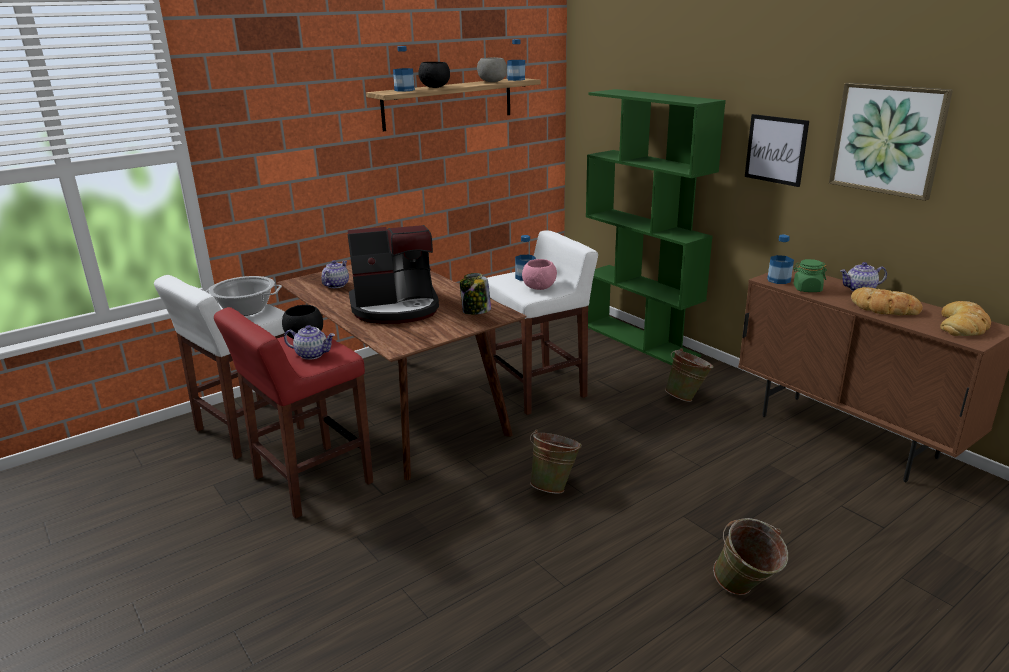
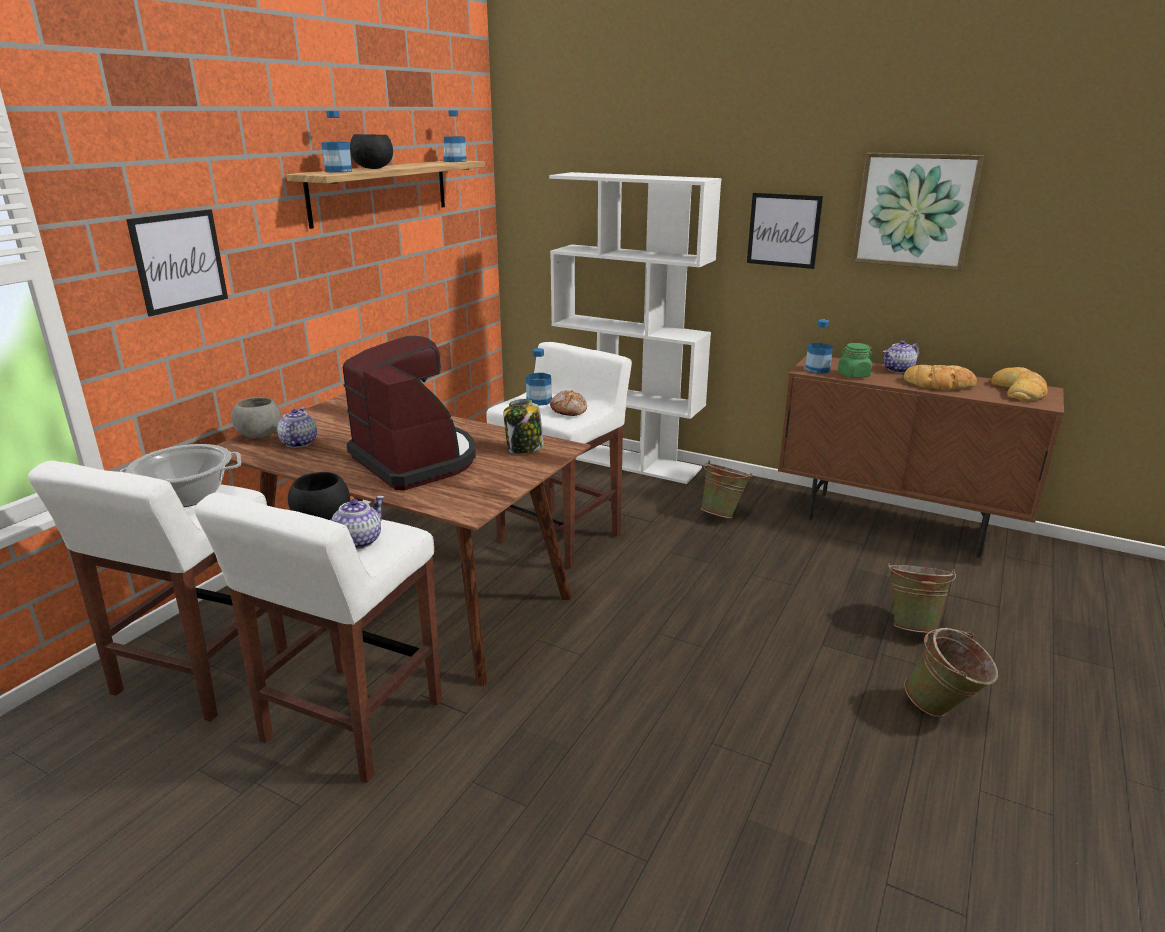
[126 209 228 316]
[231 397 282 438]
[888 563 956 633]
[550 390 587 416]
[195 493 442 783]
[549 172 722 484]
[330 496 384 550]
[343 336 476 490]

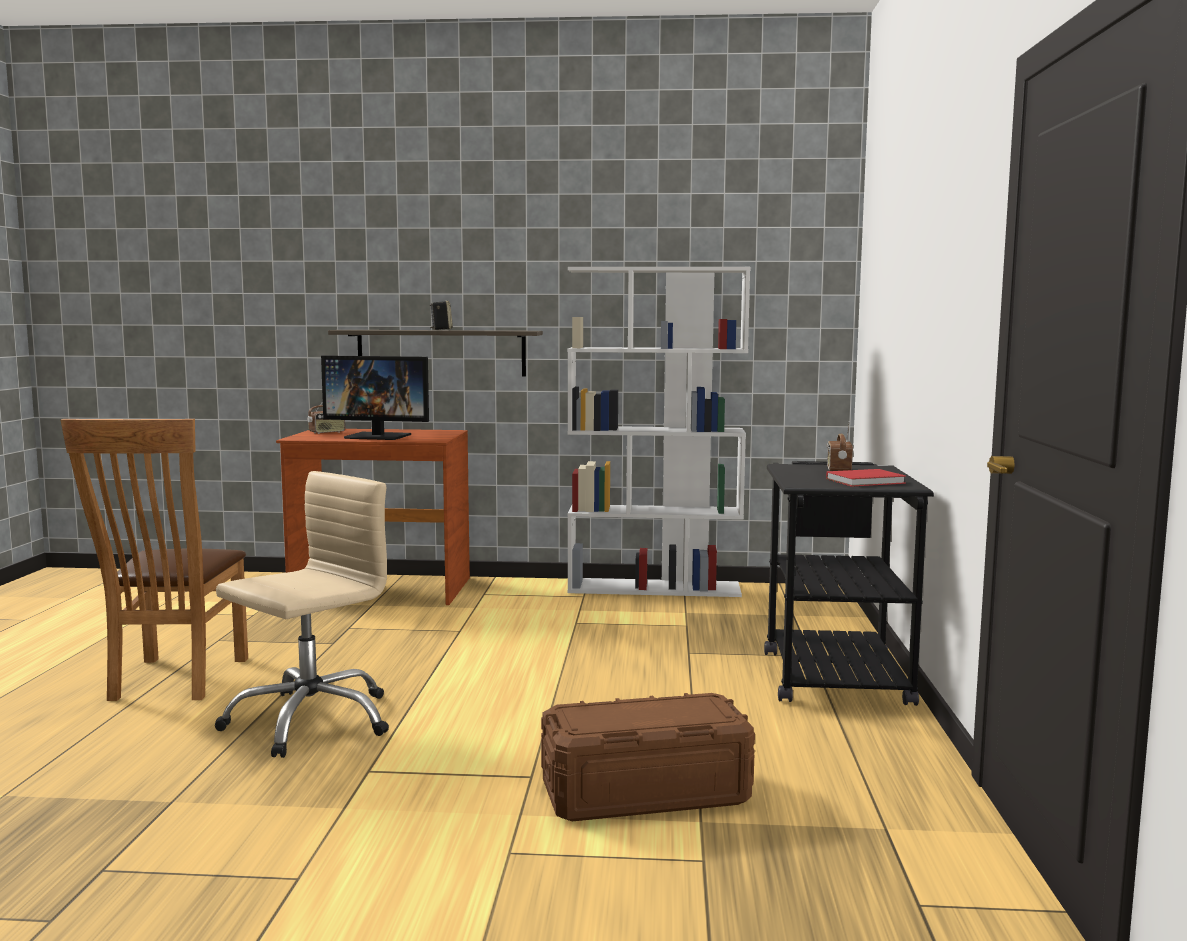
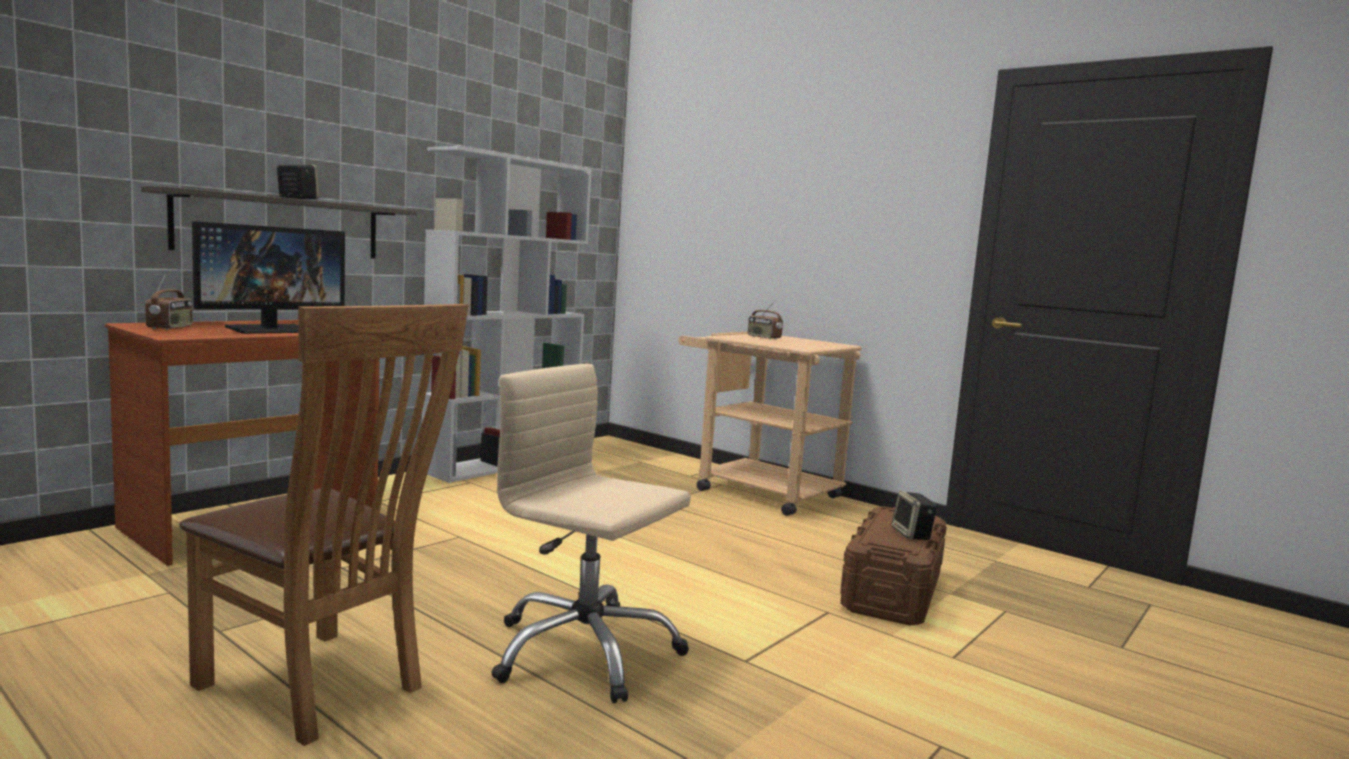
[826 469 906 487] (first image)
[891 491 937 540]
[678 332 862 516]
[491 364 691 704]

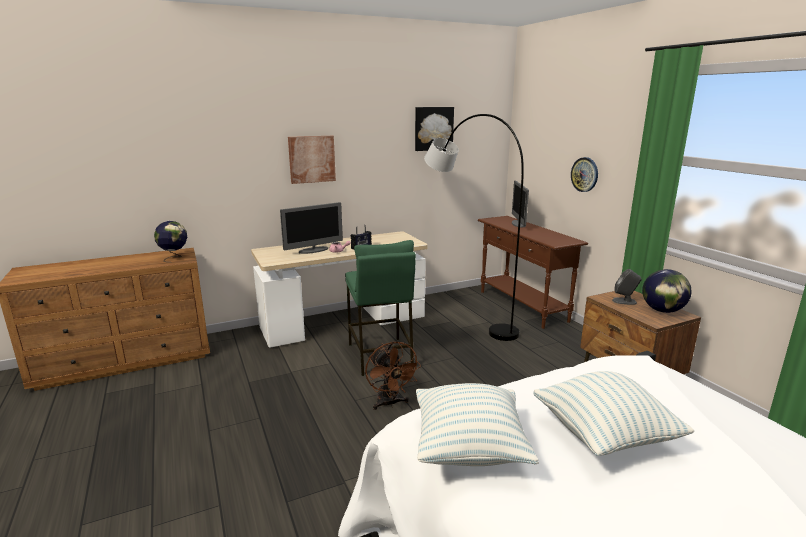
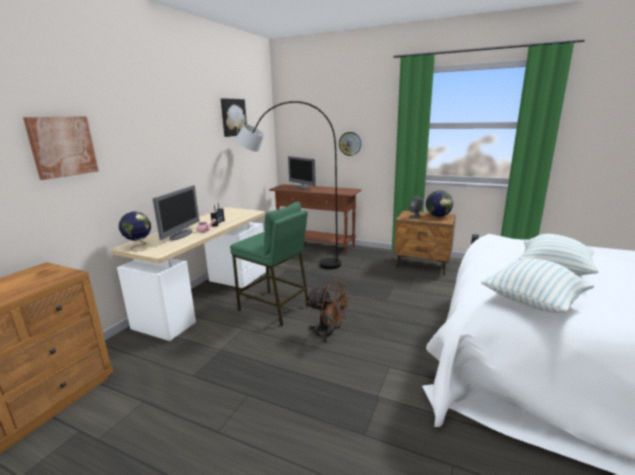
[119 211 151 251]
[23 116 99 180]

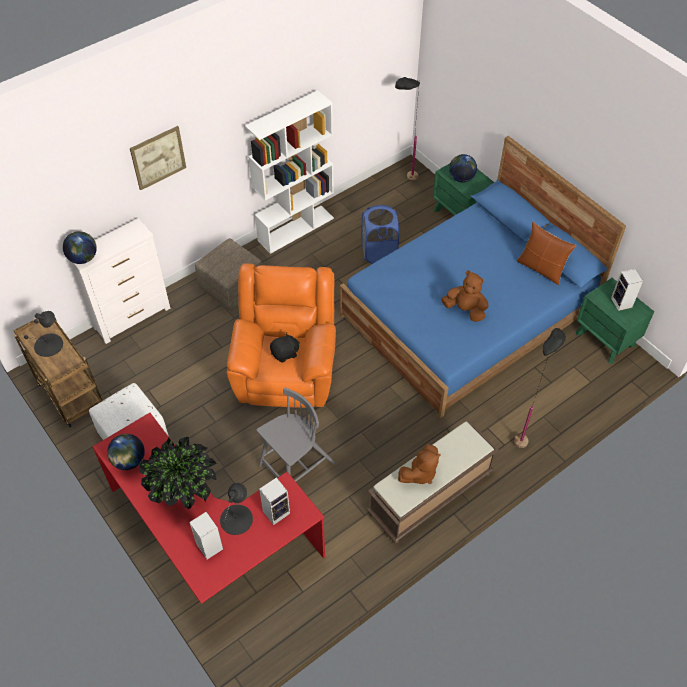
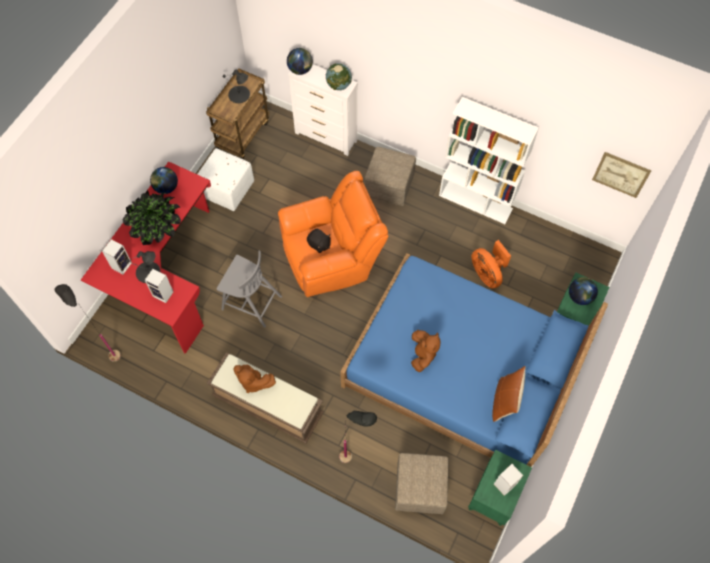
[326 63 352 90]
[395 453 449 514]
[592 152 652 198]
[55 284 121 362]
[472 240 511 288]

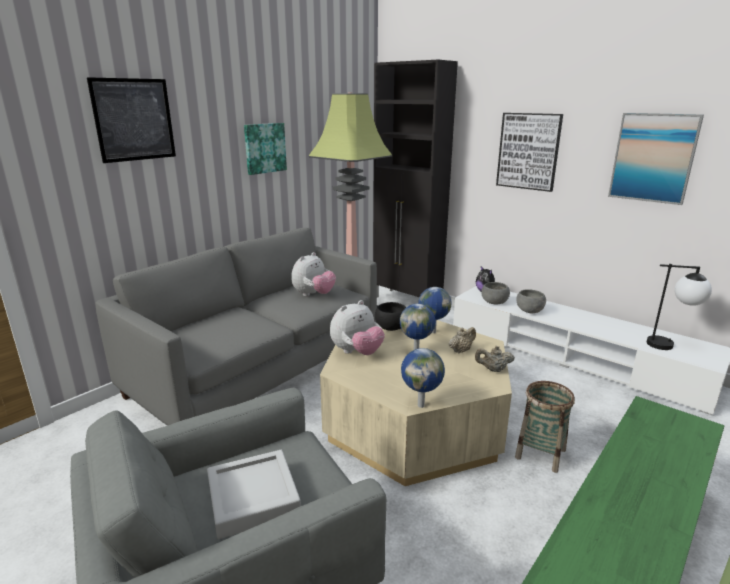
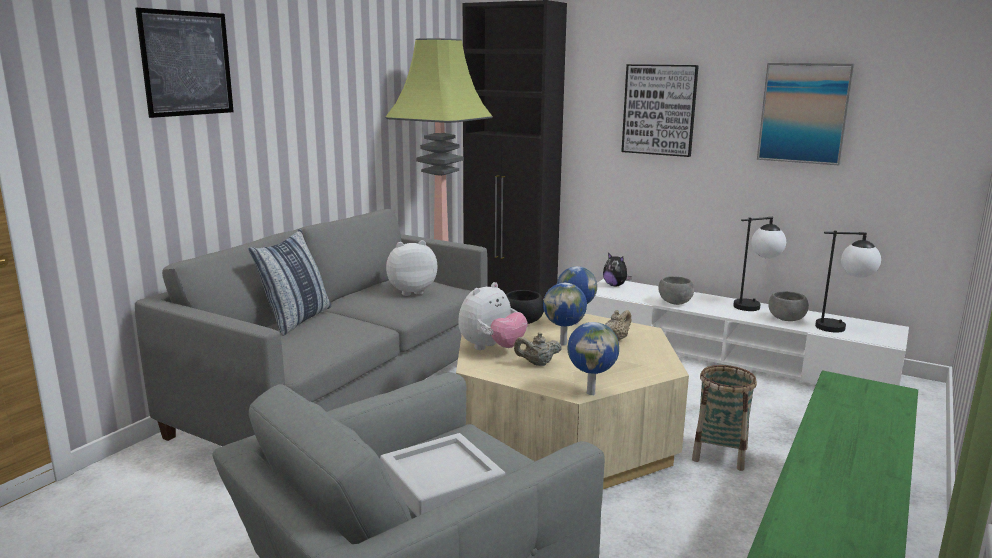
[244 123 287 175] (first image)
[248 229 331 336]
[733 217 786 311]
[514 332 562 366]
[768 291 809 321]
[386 240 438 296]

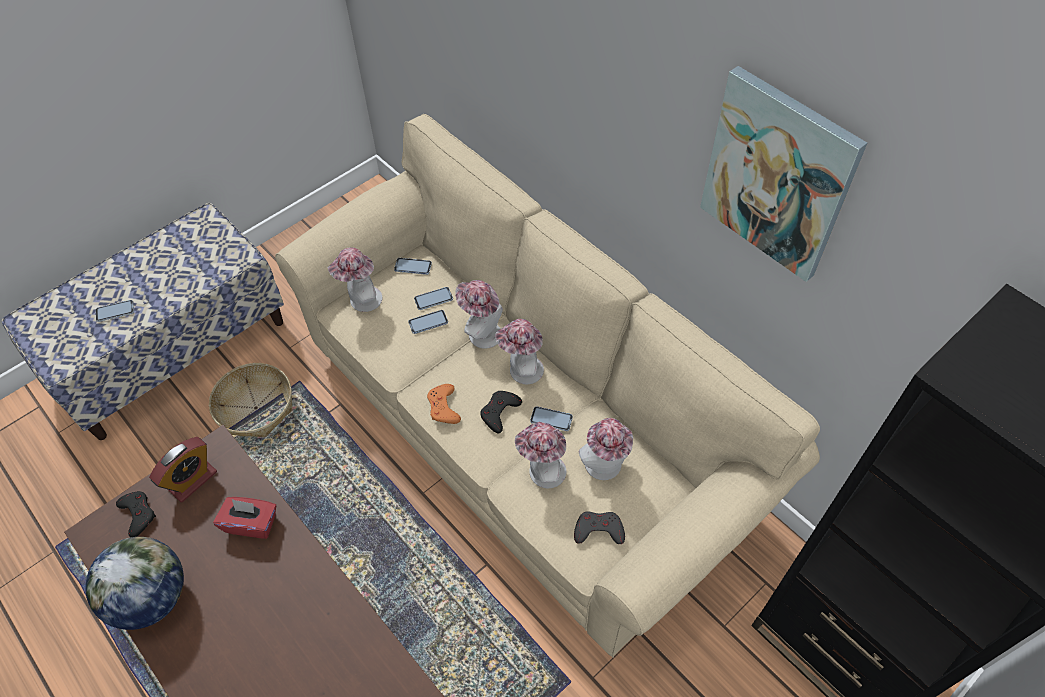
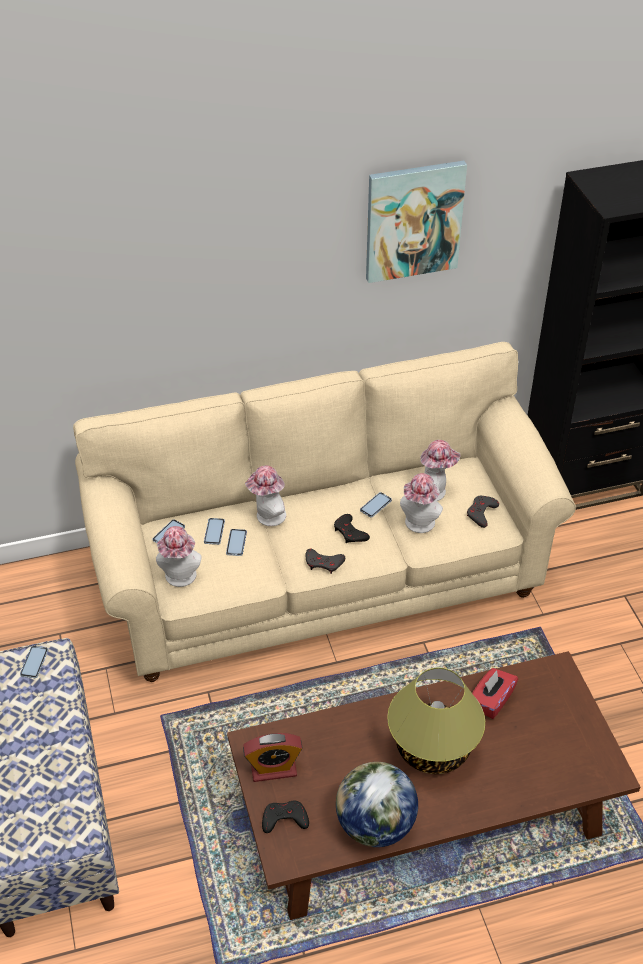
[209 363 293 437] (first image)
[495 319 544 384] (first image)
[387 667 485 774]
[20 646 48 678]
[472 668 518 719]
[306 548 345 574]
[243 733 303 782]

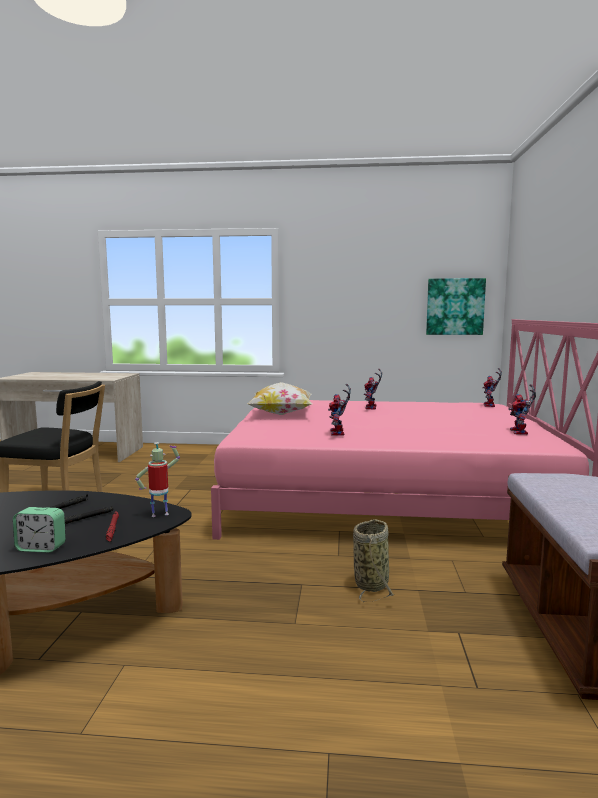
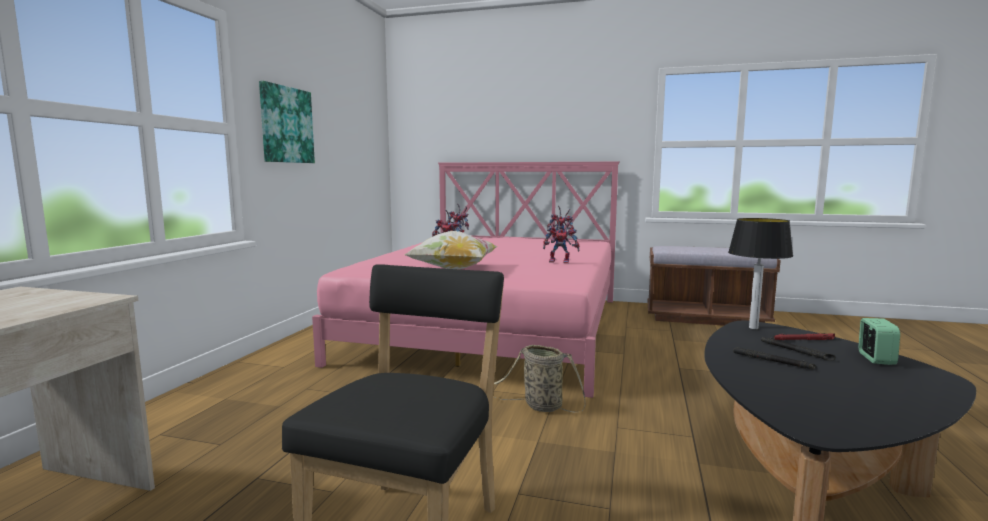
[493 345 585 412]
[259 81 315 163]
[728 218 793 329]

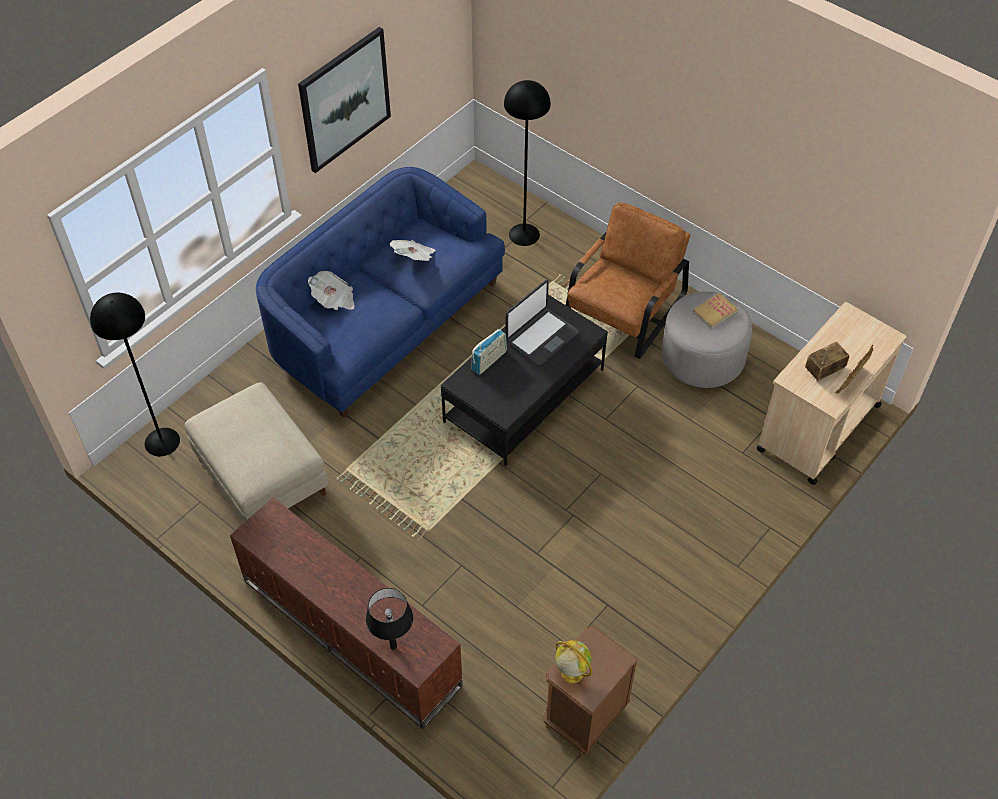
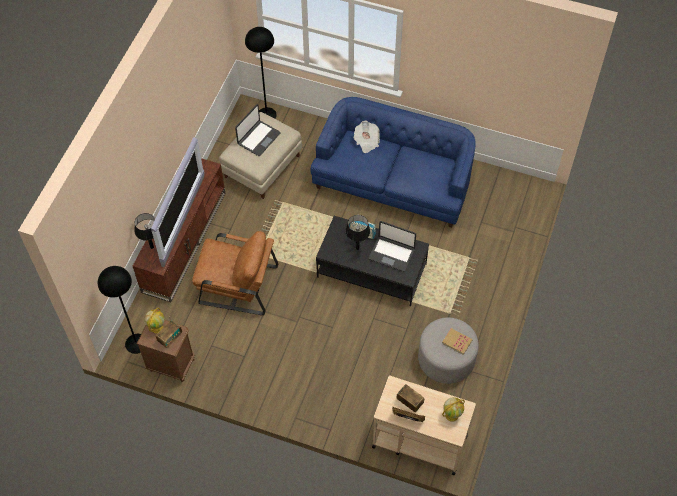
[298 27 391 173] (first image)
[390 240 435 261] (first image)
[151 137 205 267]
[156 317 182 348]
[235 104 281 156]
[345 215 370 250]
[442 397 465 422]
[98 266 141 354]
[192 231 278 315]

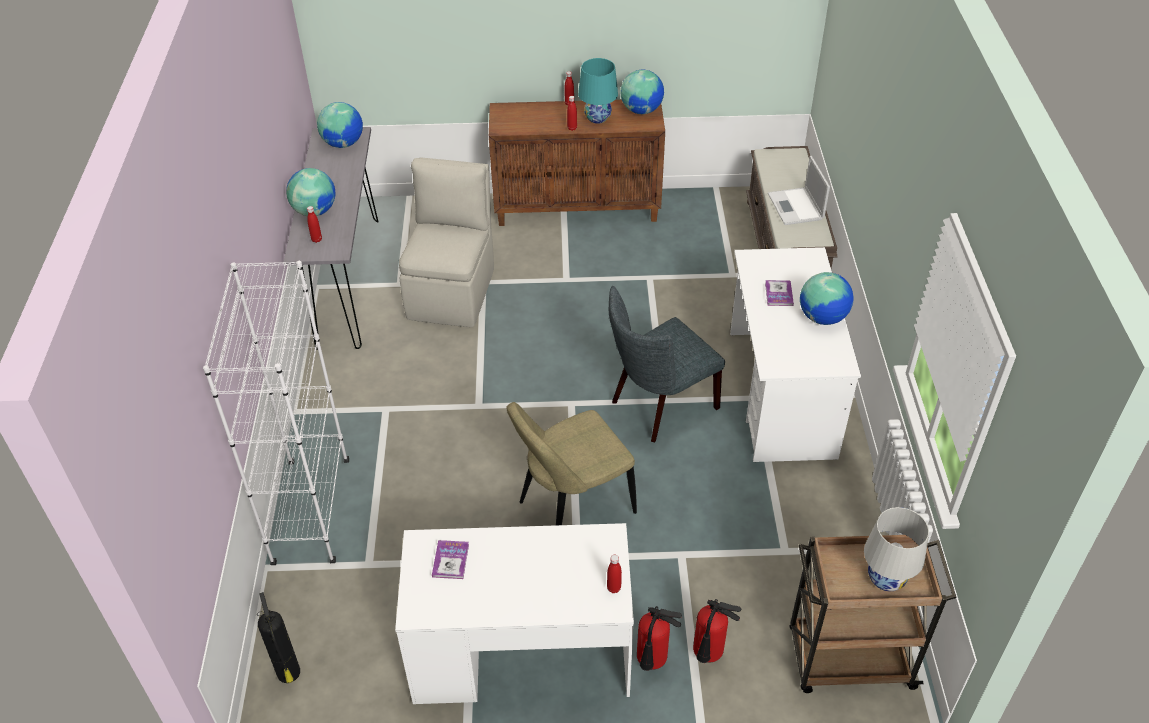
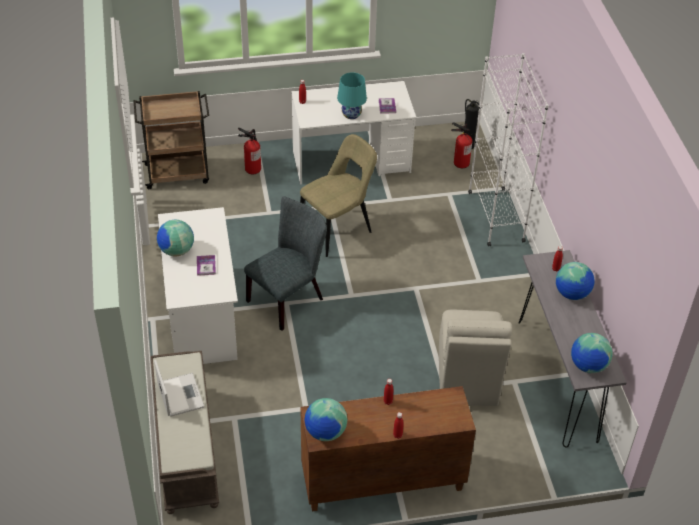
[864 507 929 591] (first image)
[337 72 367 119]
[451 122 472 168]

